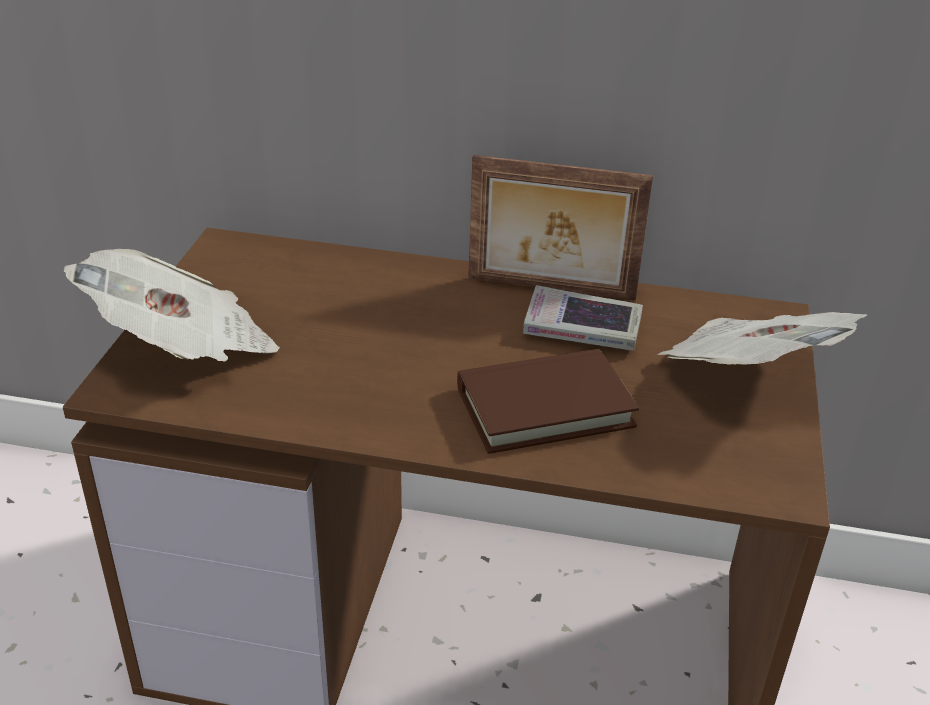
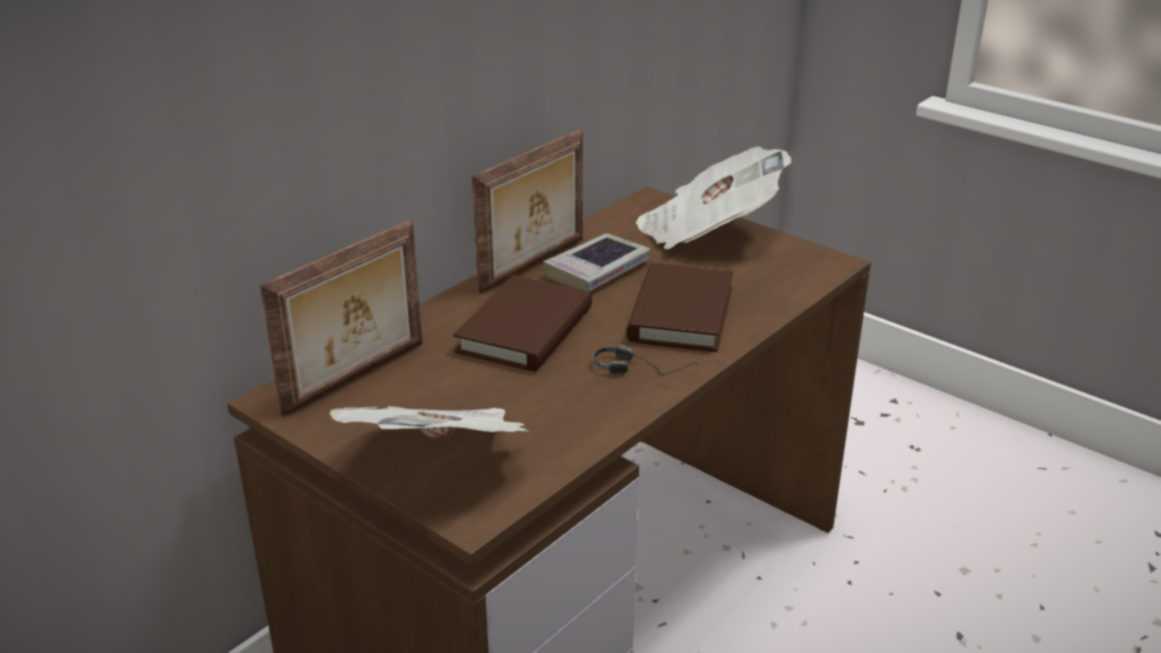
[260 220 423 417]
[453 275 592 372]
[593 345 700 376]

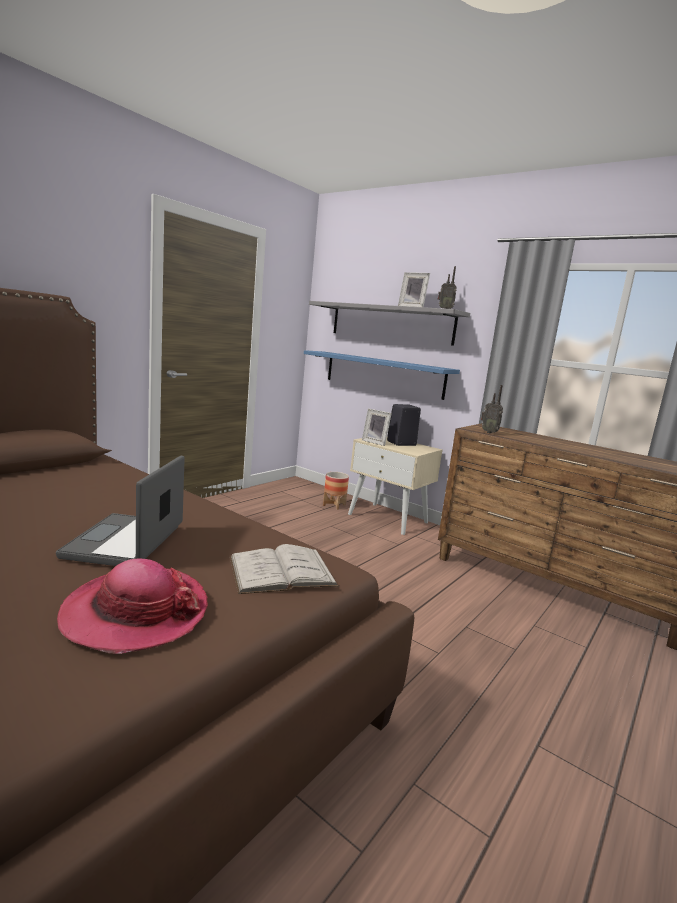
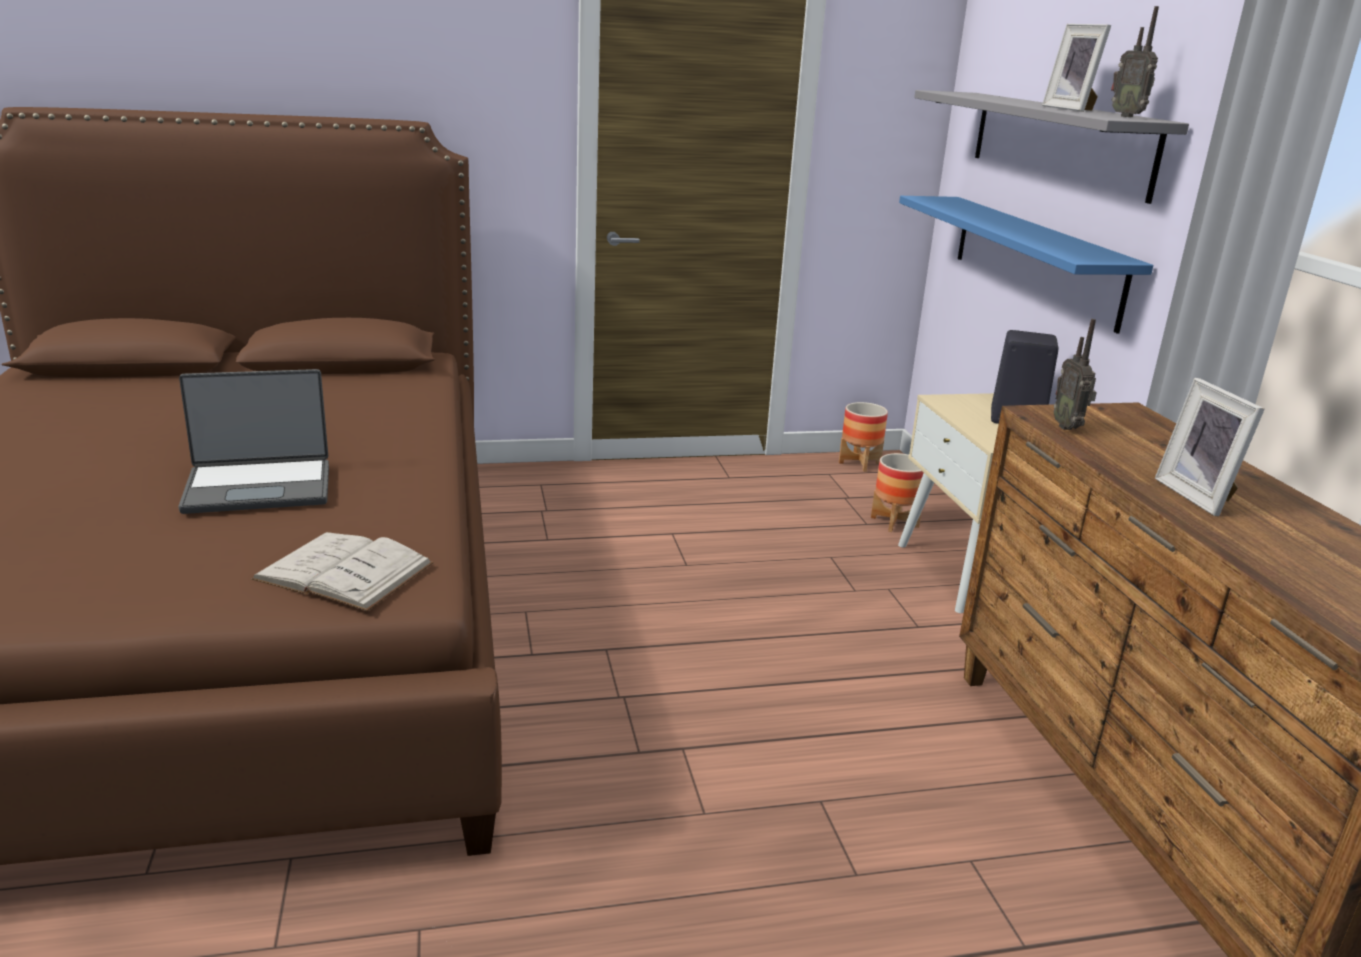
[57 558 208 654] (first image)
[839 402 888 472]
[1155 378 1265 517]
[178 369 329 514]

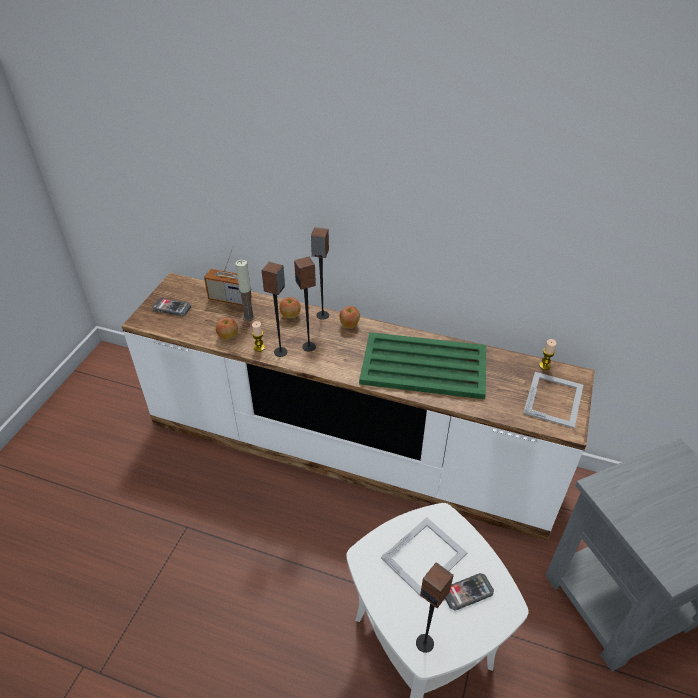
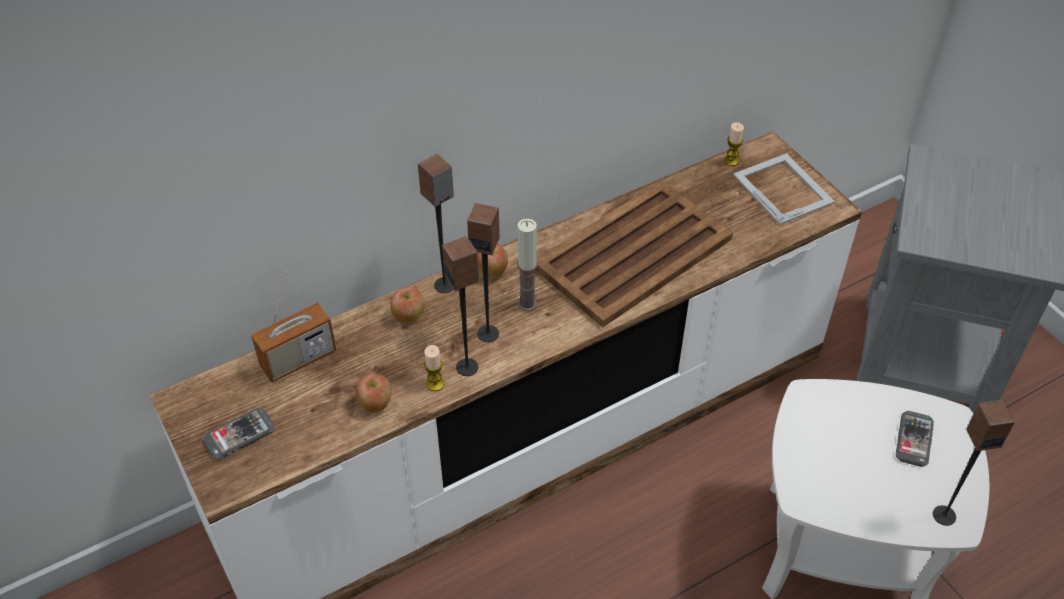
[381 517 467 595] (first image)
[517 218 538 311]
[535 180 733 327]

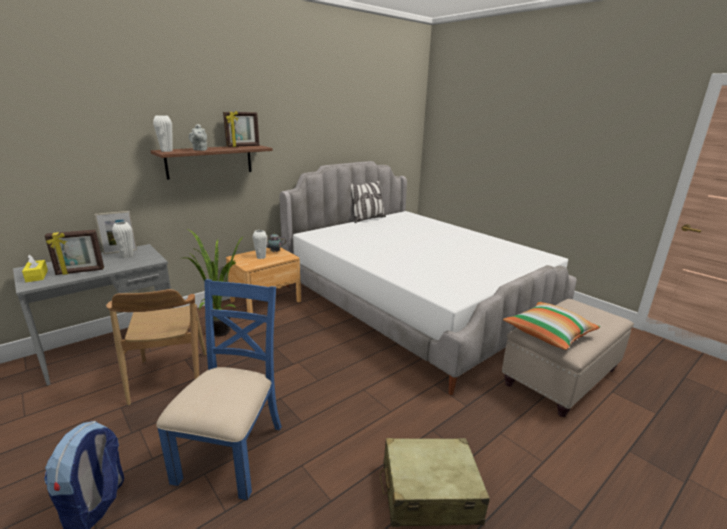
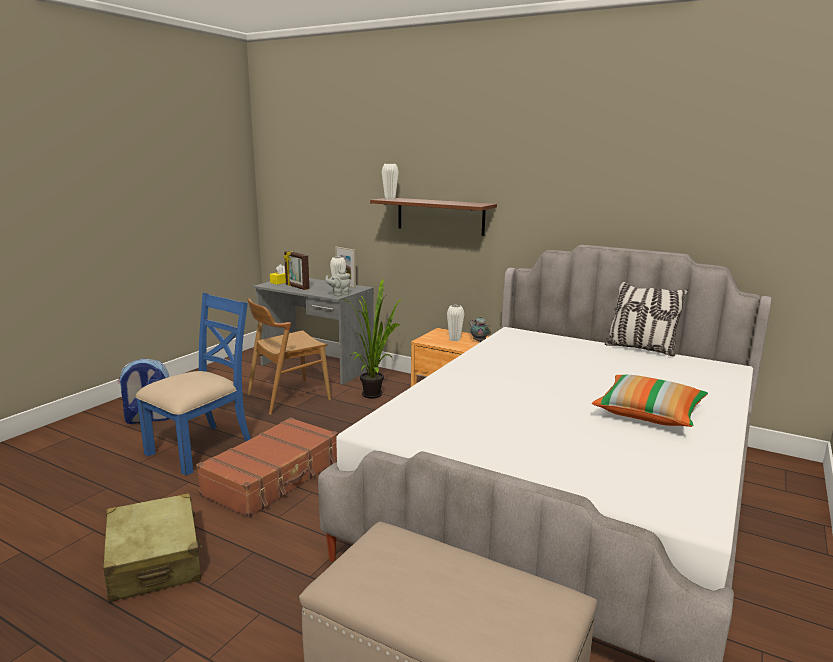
[223 111 259 147] (first image)
[196 417 338 518]
[325 270 350 296]
[592 375 708 427]
[136 293 251 476]

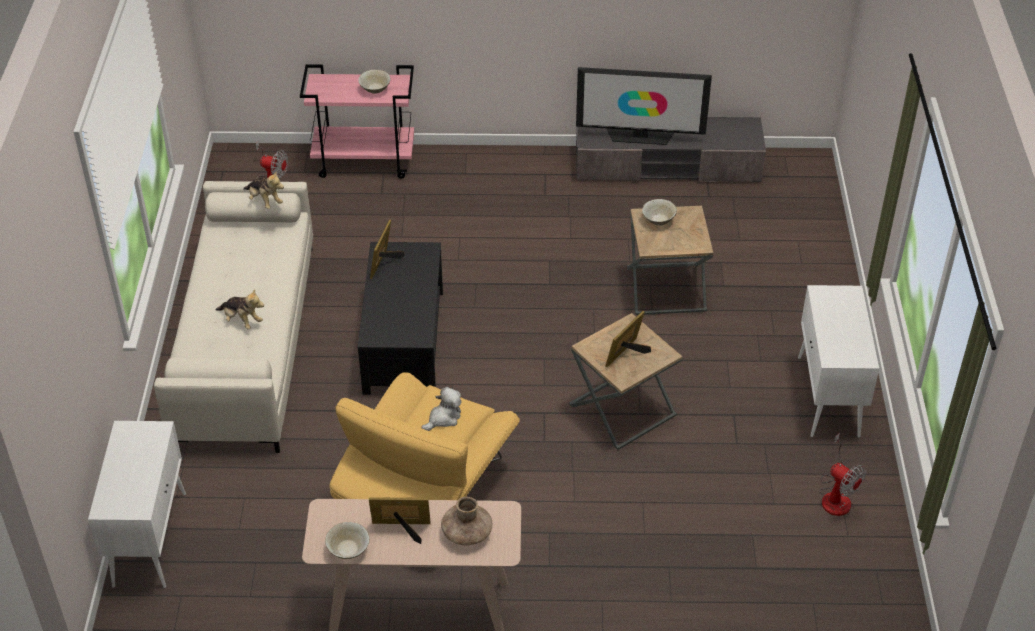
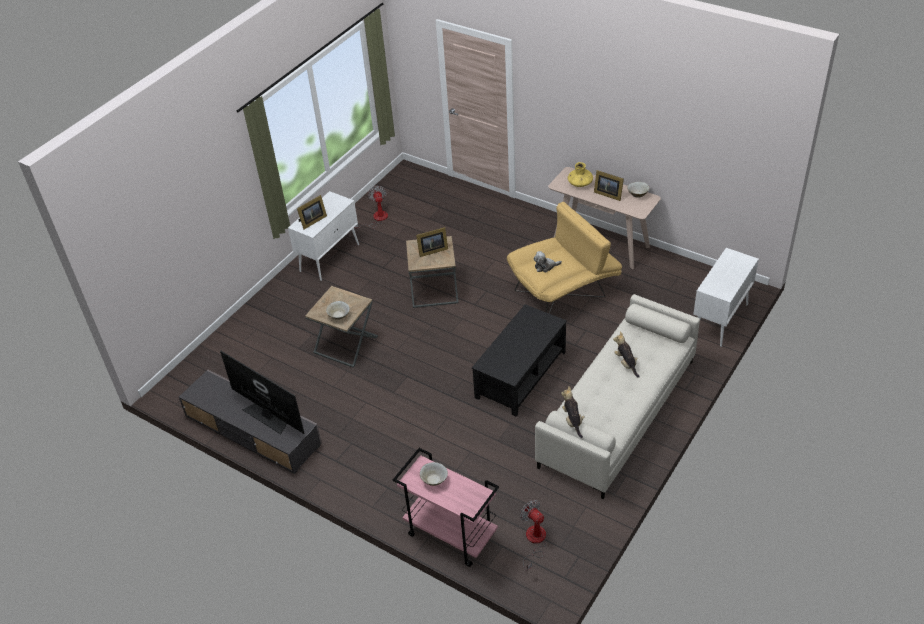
[297 195 327 229]
[568 162 593 187]

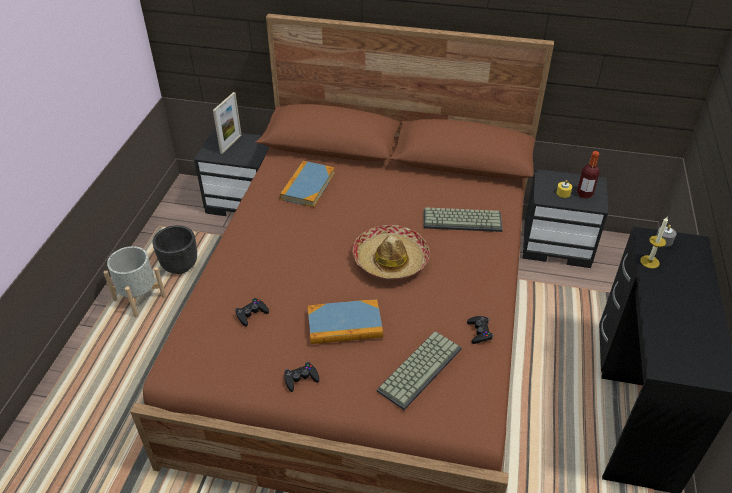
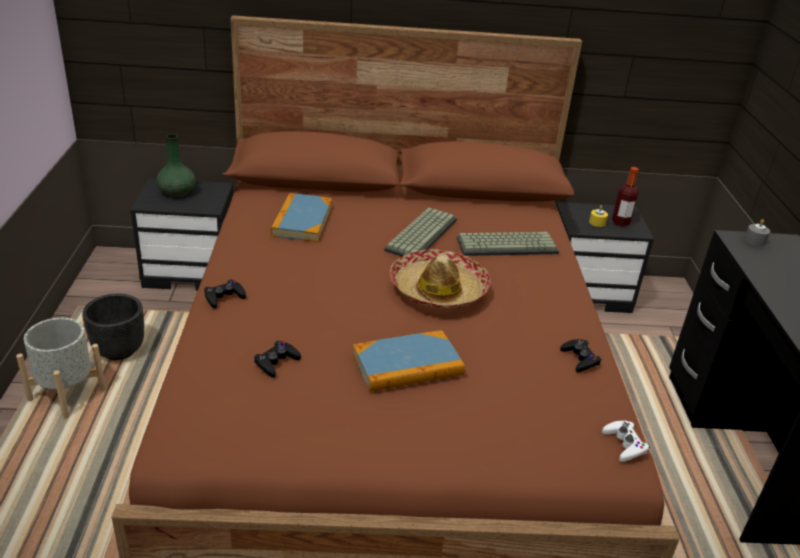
[640 217 668 269] (first image)
[602 420 650 462]
[204 279 246 308]
[384 208 457 257]
[157 134 196 197]

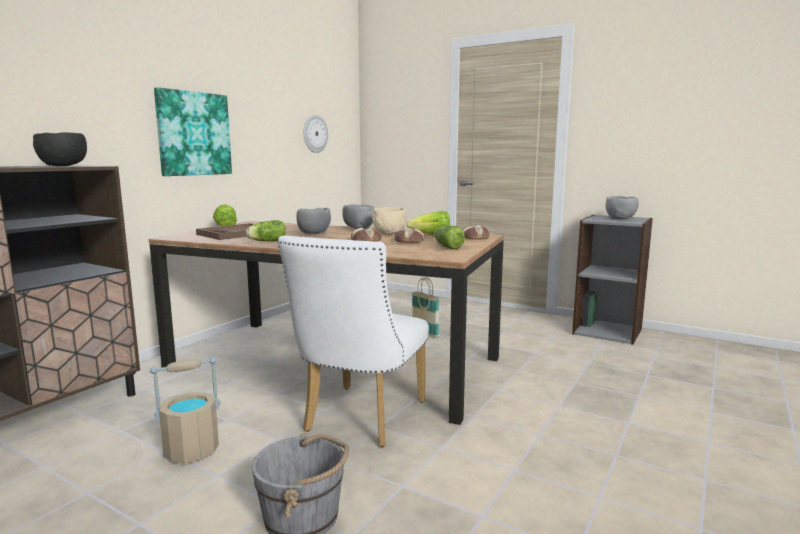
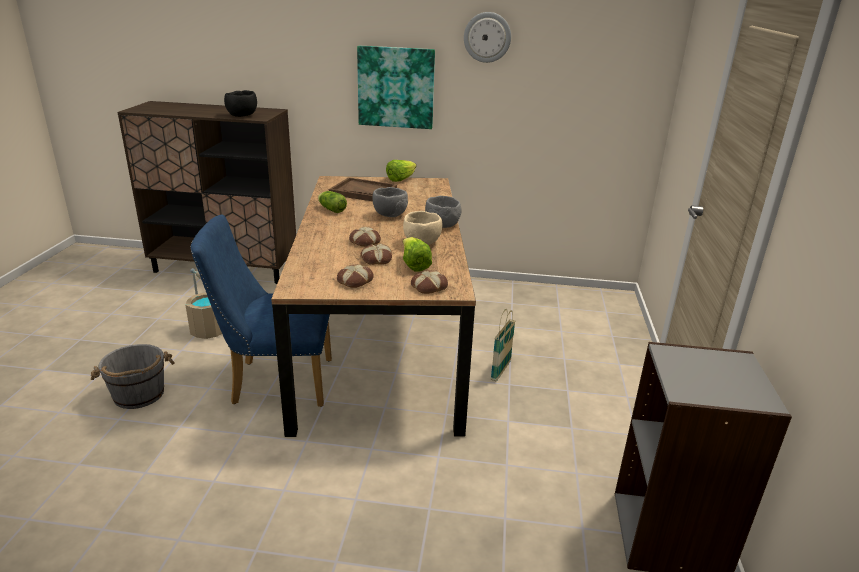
[605 196 639 219] (first image)
[464 12 511 63]
[337 264 374 288]
[190 214 332 407]

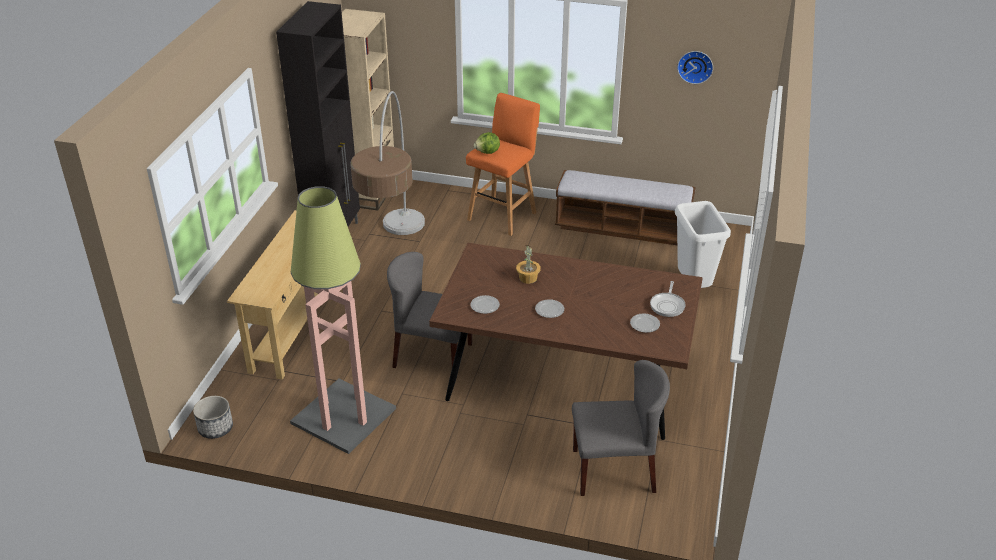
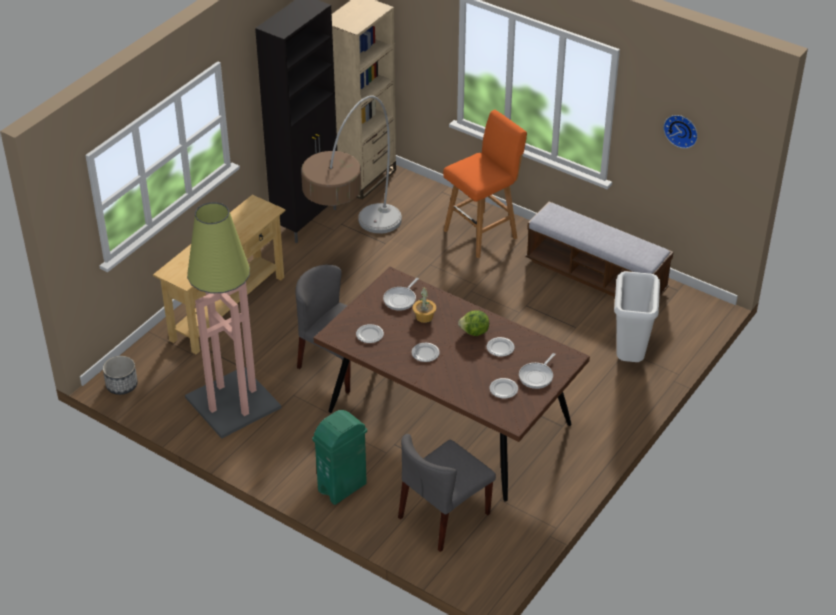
[312 410 367 505]
[383 278 419 311]
[487 337 515 357]
[458 310 489 336]
[398 434 496 552]

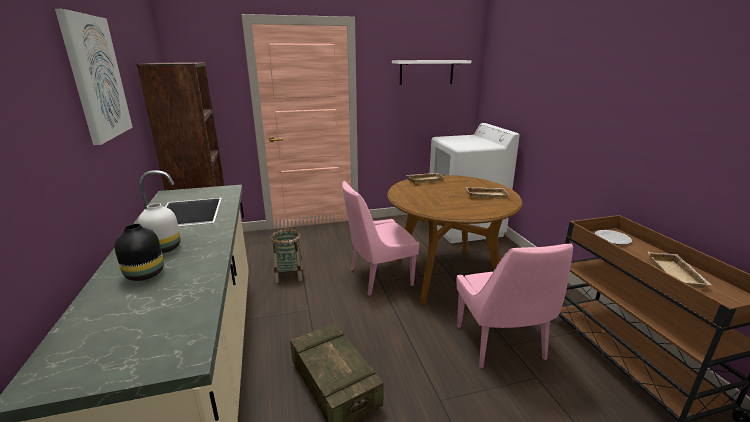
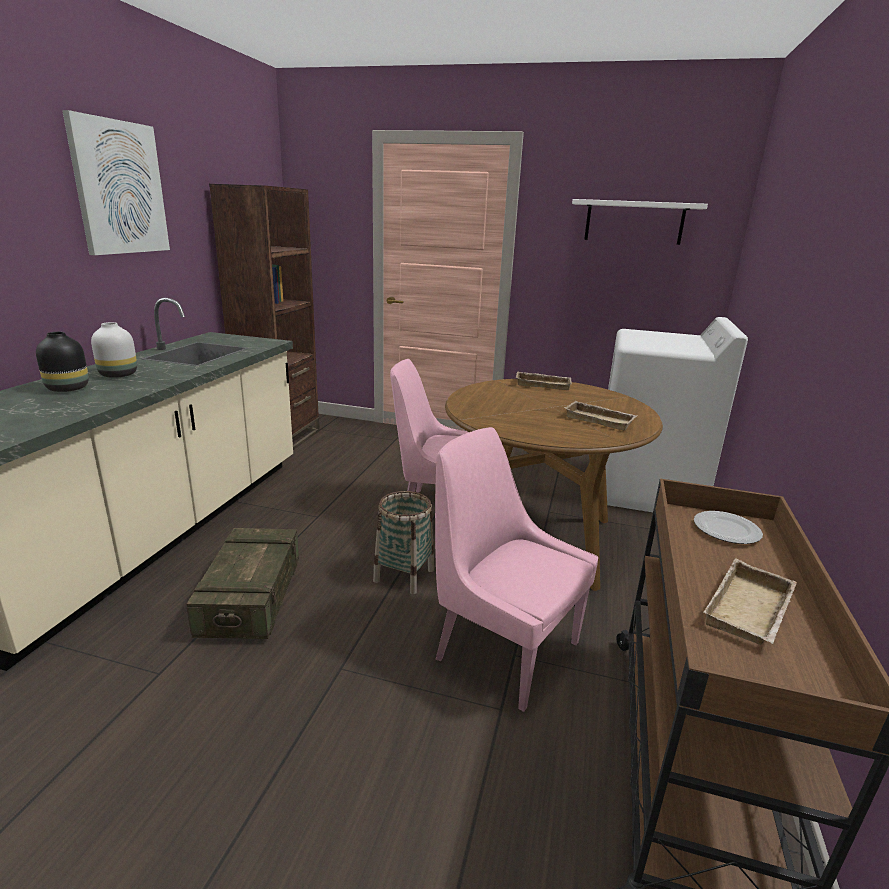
[373 491 434 594]
[435 427 598 712]

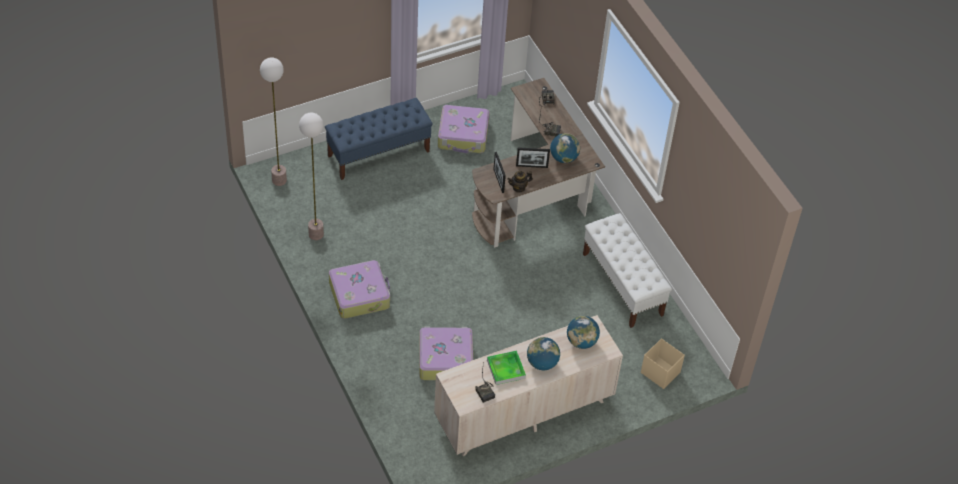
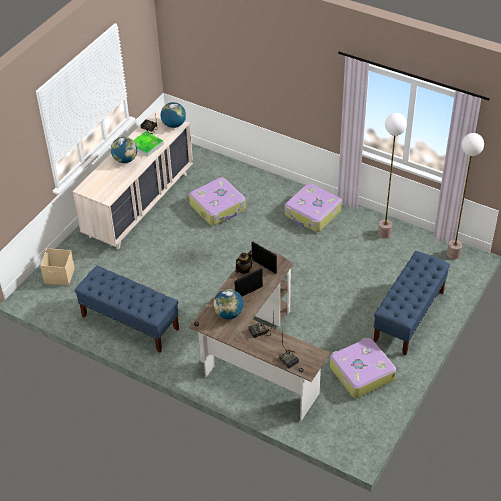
[160 102 186 128]
[75 266 179 353]

